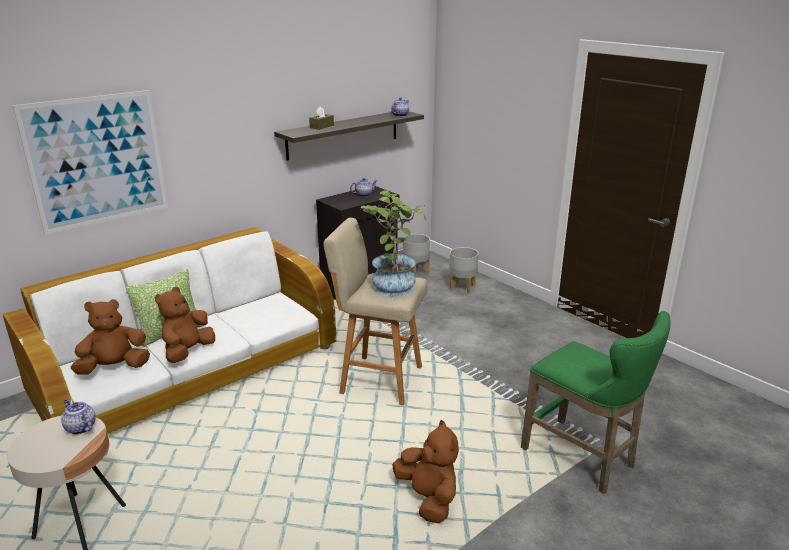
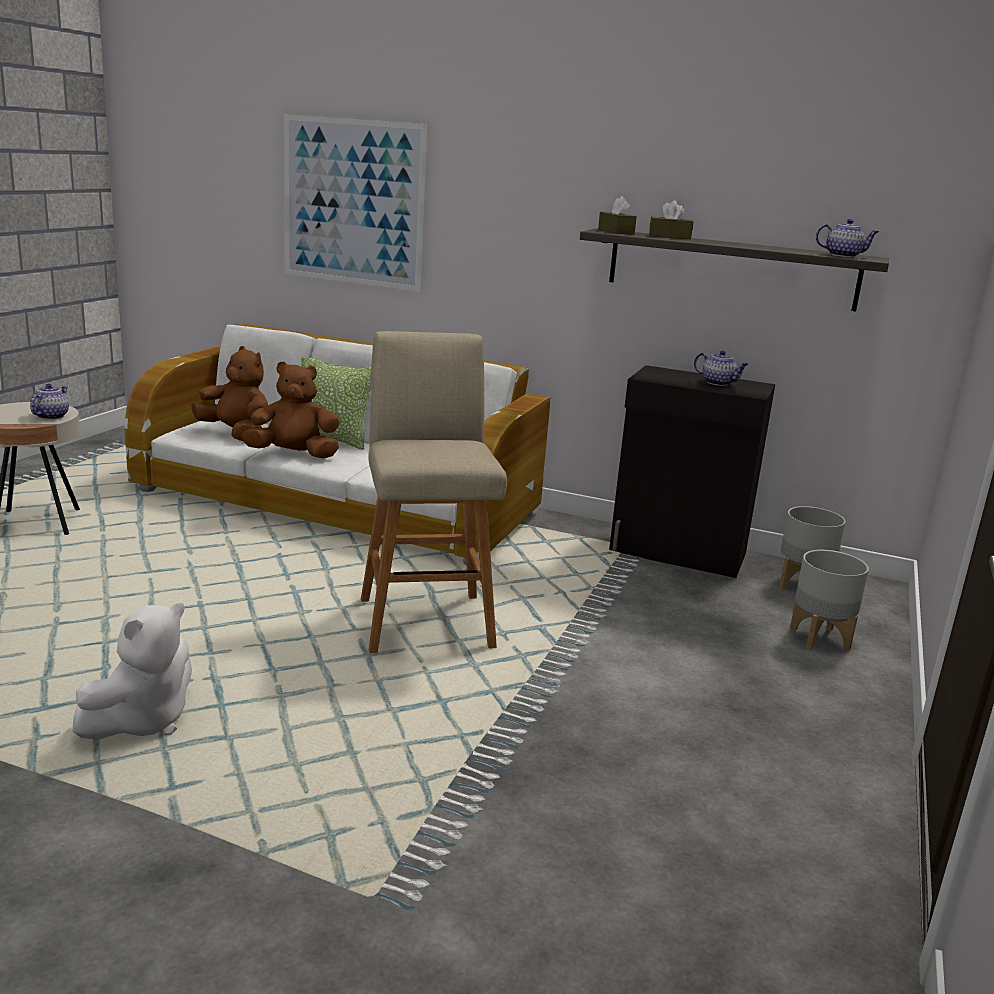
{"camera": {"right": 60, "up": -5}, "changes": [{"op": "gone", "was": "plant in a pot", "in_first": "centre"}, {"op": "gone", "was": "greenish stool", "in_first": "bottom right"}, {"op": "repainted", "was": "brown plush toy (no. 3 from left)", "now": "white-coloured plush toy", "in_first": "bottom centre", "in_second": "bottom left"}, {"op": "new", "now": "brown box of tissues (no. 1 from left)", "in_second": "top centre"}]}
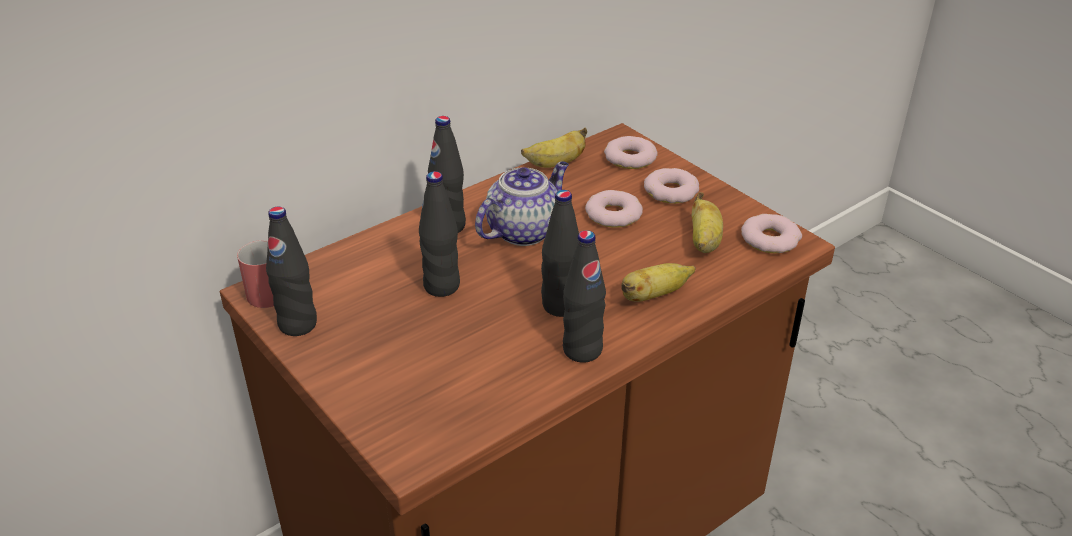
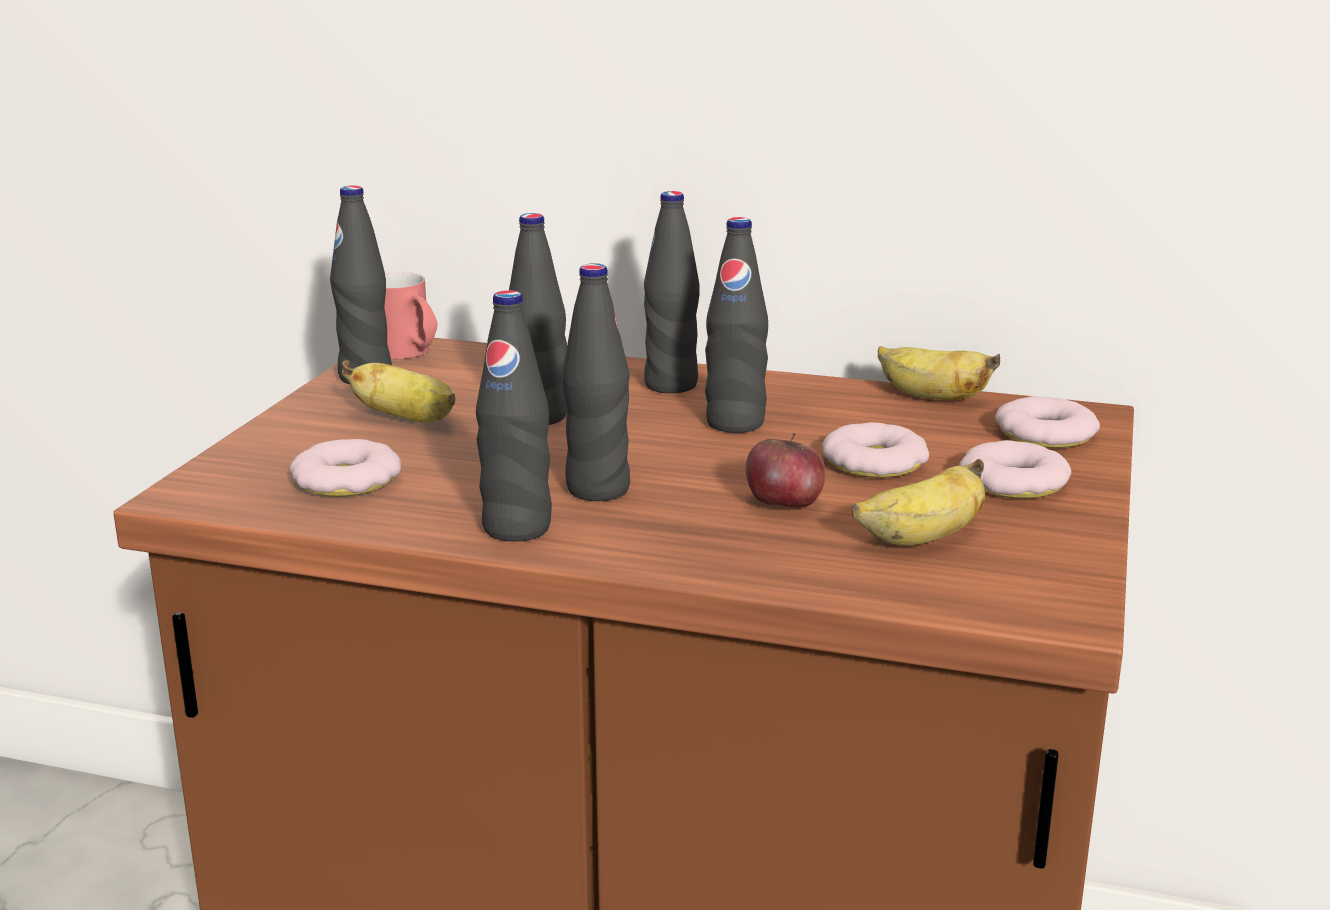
{"camera": {"right": 55, "up": -15}, "changes": [{"op": "swapped", "was": "teapot", "now": "black-coloured drink bottle (no. 6 from left)", "in_first": "centre", "in_second": "centre"}, {"op": "shifted", "was": "donut (no. 4 from left in the first image)", "now": "donut (no. 1 from left)", "in_first": "middle right", "in_second": "middle left"}, {"op": "shifted", "was": "banana (no. 2 from left in the first image)", "now": "banana (no. 1 from left)", "in_first": "centre", "in_second": "middle left"}, {"op": "new", "now": "apple fruit", "in_second": "centre"}]}
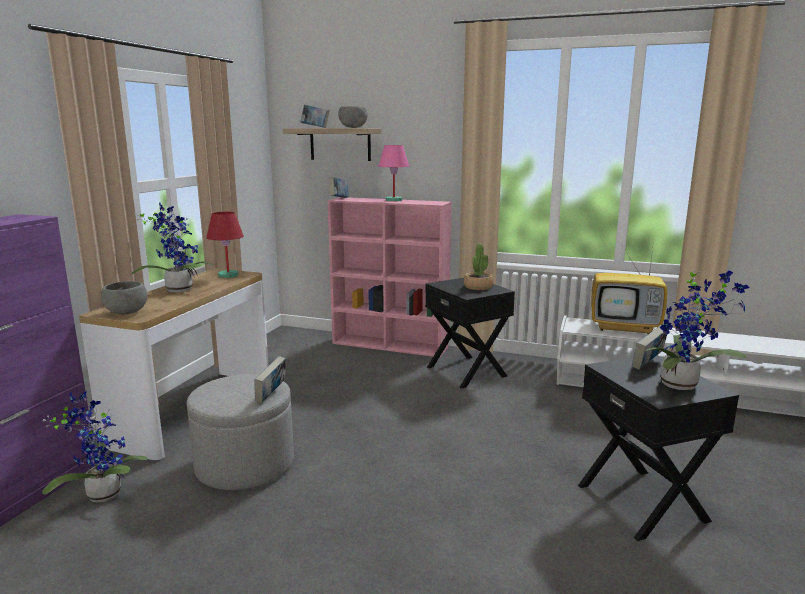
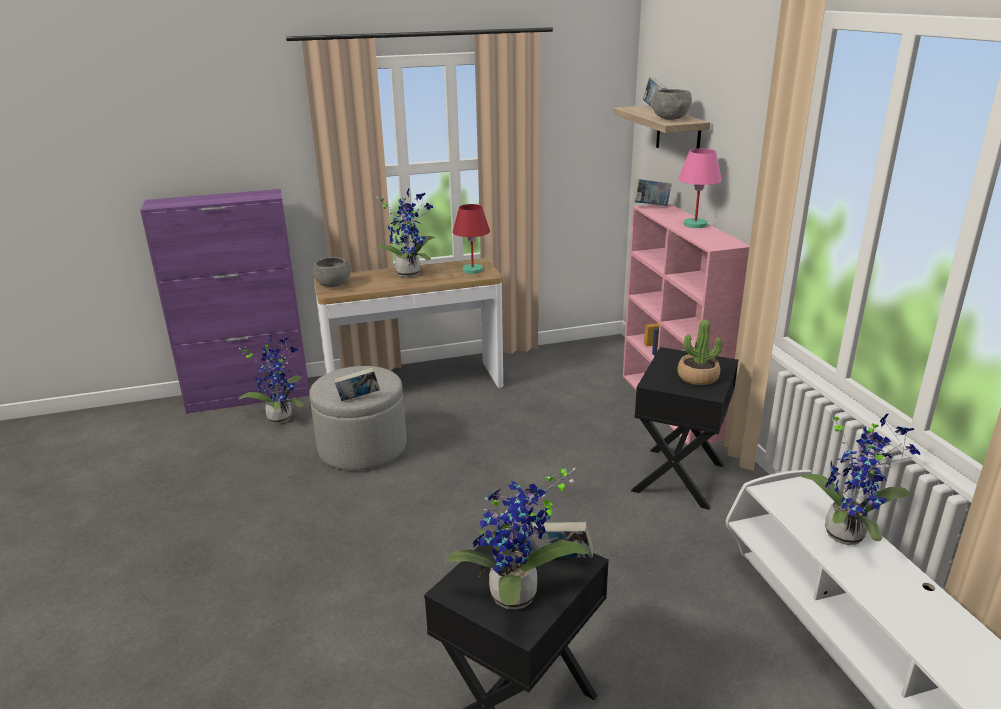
{"camera": {"right": 55, "up": 10}, "changes": [{"op": "swapped", "was": "television", "now": "plant in a pot (no. 5 from left)", "in_first": "middle right", "in_second": "bottom right"}]}
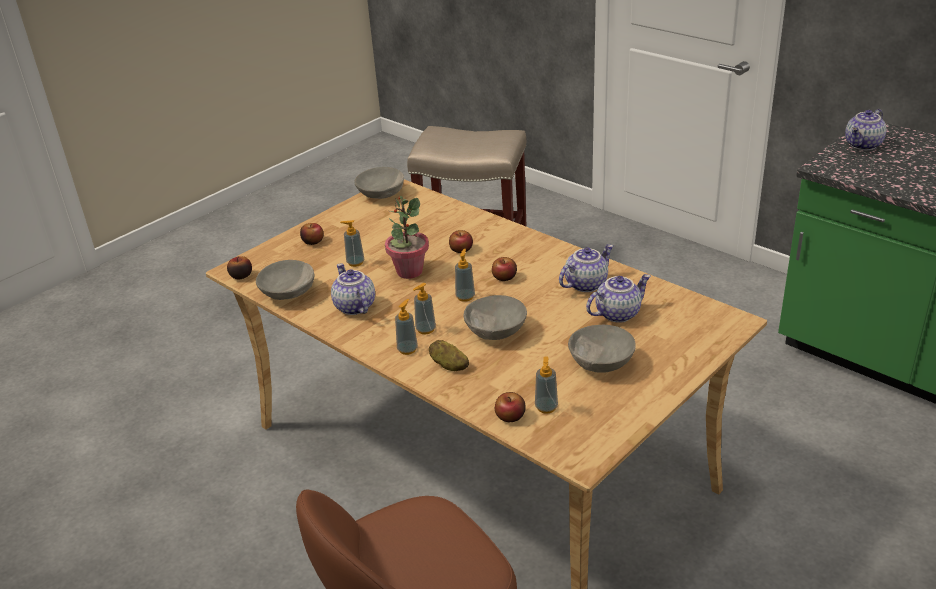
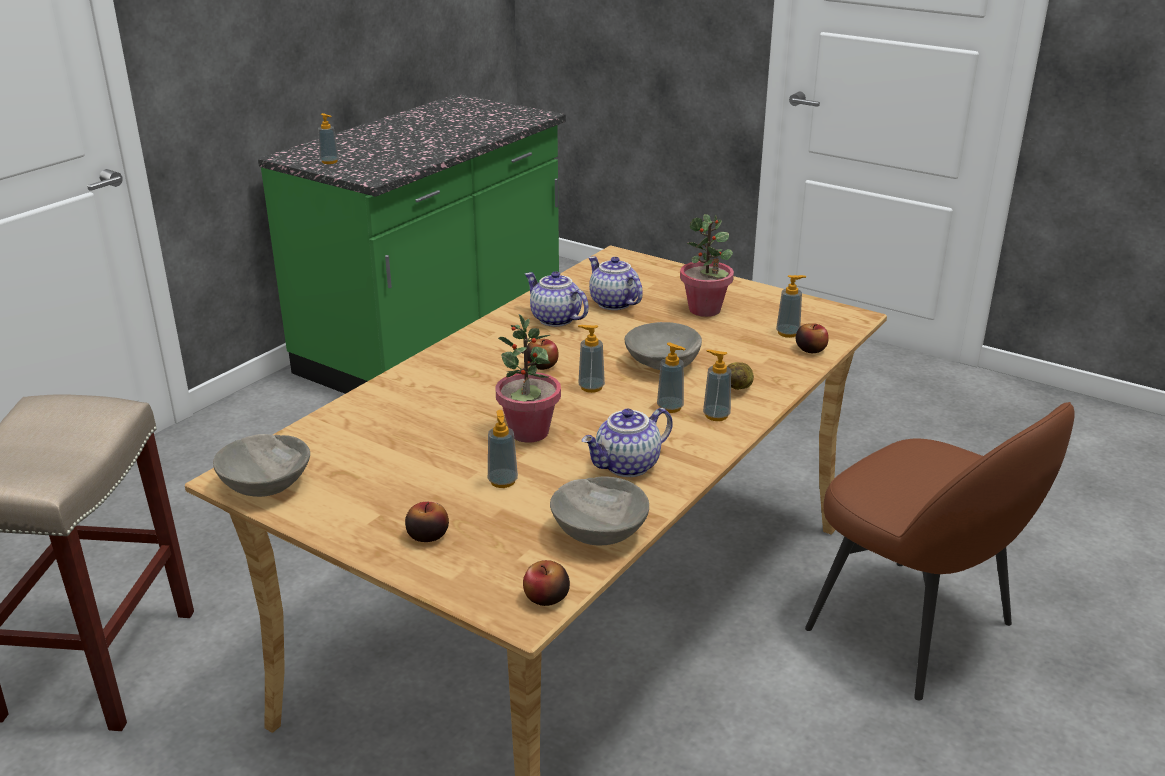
{"camera": {"right": -100, "up": -5}, "changes": [{"op": "swapped", "was": "teapot (no. 4 from left)", "now": "liquid soap bottle (no. 1 from left)", "in_first": "top right", "in_second": "top left"}, {"op": "gone", "was": "apple fruit (no. 3 from left)", "in_first": "centre"}, {"op": "swapped", "was": "grey deep dish (no. 4 from left)", "now": "plant in a pot (no. 2 from left)", "in_first": "centre", "in_second": "centre"}]}
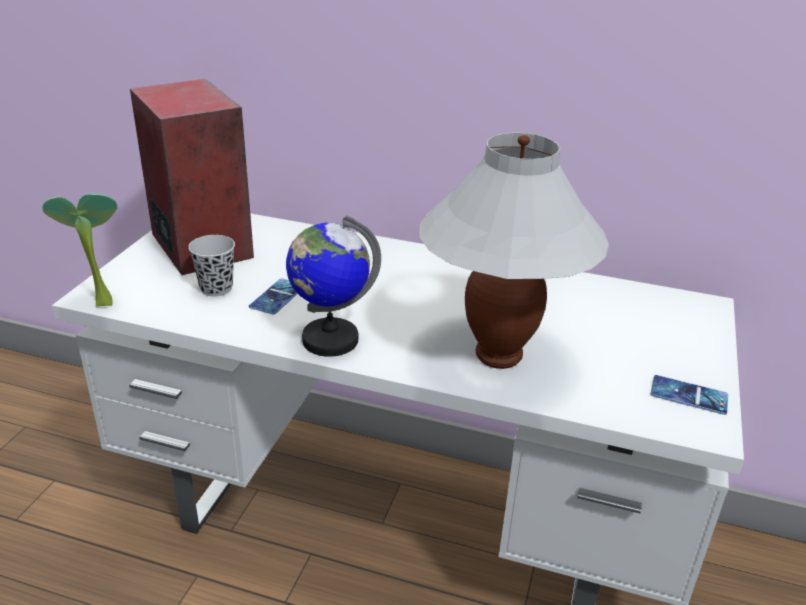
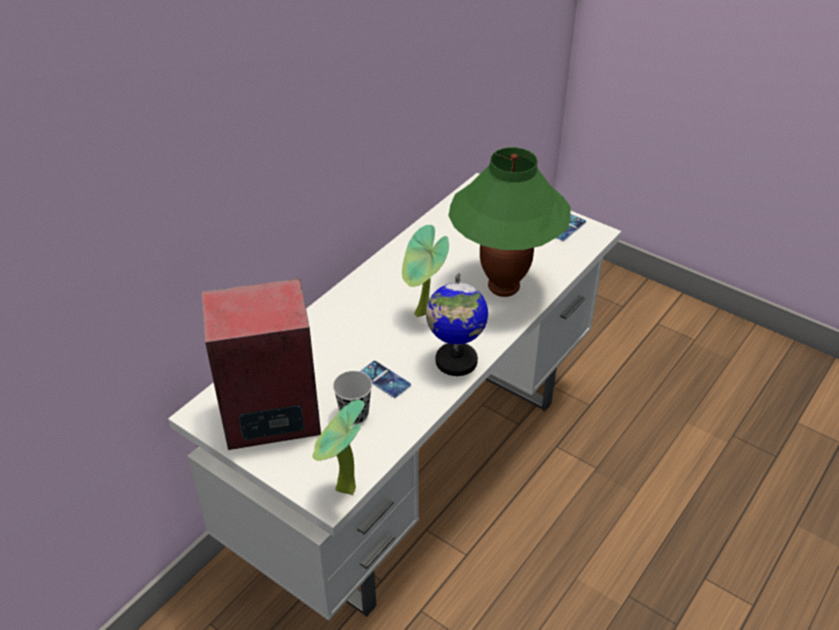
{"camera": {"right": -70, "up": 10}, "changes": [{"op": "repainted", "was": "white-coloured lamp for a table", "now": "greenish lamp for a table", "in_first": "centre", "in_second": "centre"}, {"op": "new", "now": "plant in a pot (no. 2 from left)", "in_second": "centre"}]}
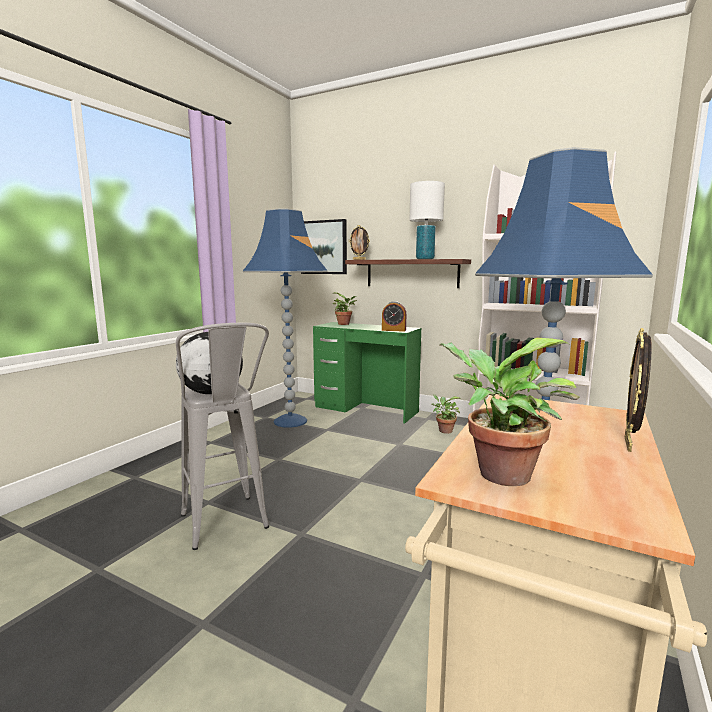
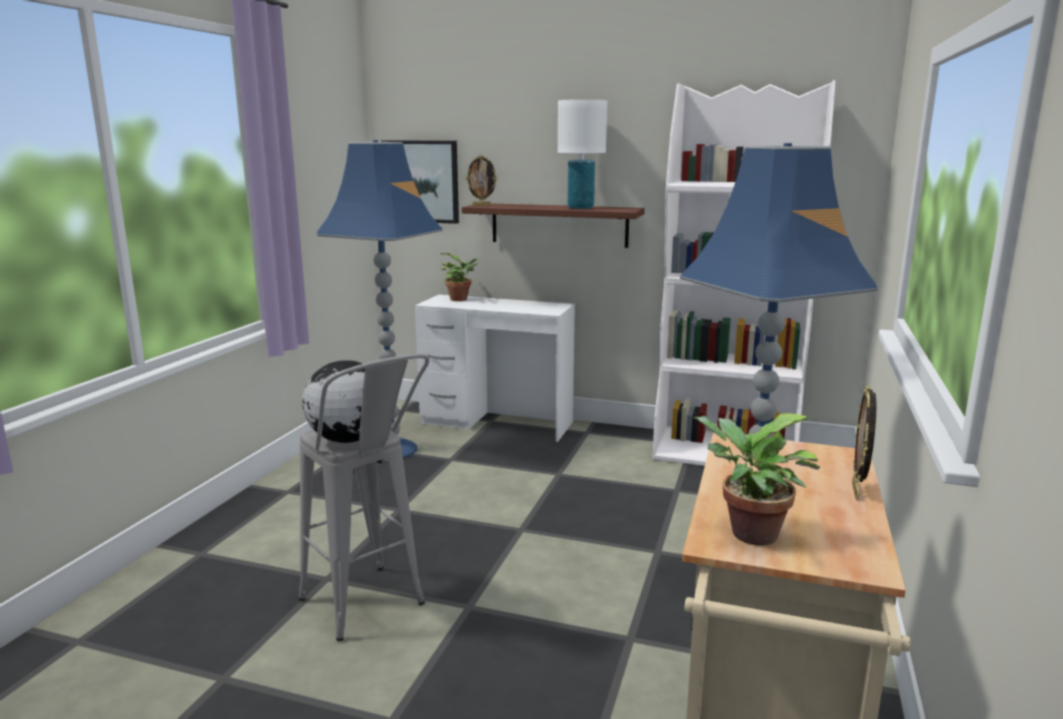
{"camera": {"right": -10, "up": 5}, "changes": [{"op": "gone", "was": "alarm clock", "in_first": "centre"}, {"op": "repainted", "was": "greenish desk", "now": "white-coloured desk", "in_first": "centre", "in_second": "centre"}, {"op": "gone", "was": "plant in a pot (no. 2 from left)", "in_first": "centre"}]}
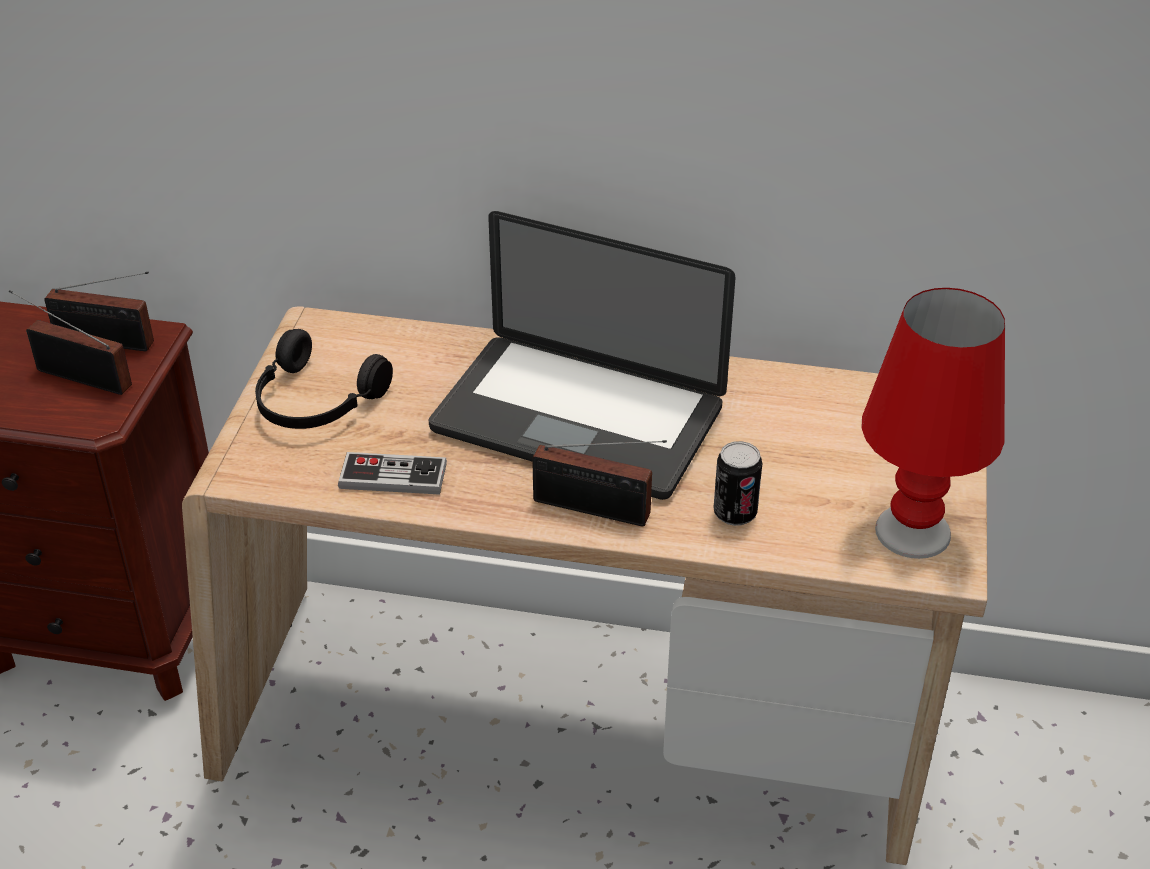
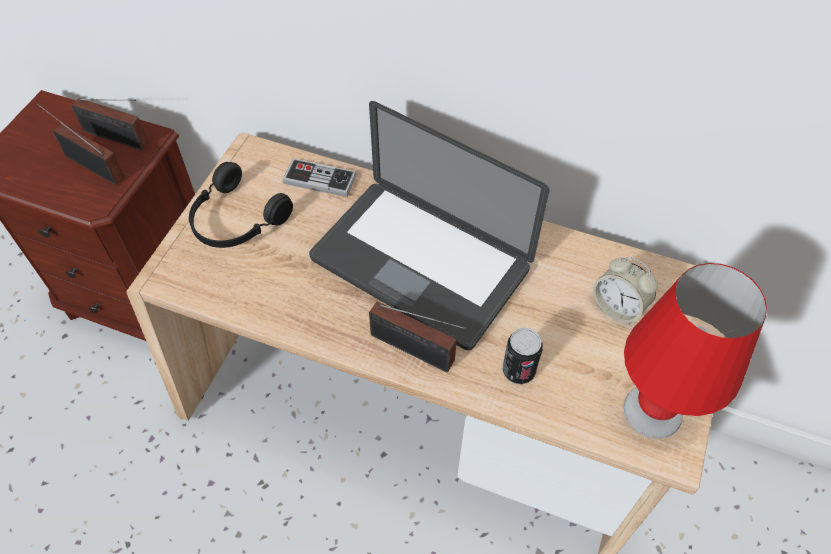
{"camera": {"right": 10, "up": 15}, "changes": [{"op": "shifted", "was": "gamepad", "in_first": "centre", "in_second": "top centre"}, {"op": "new", "now": "alarm clock", "in_second": "middle right"}]}
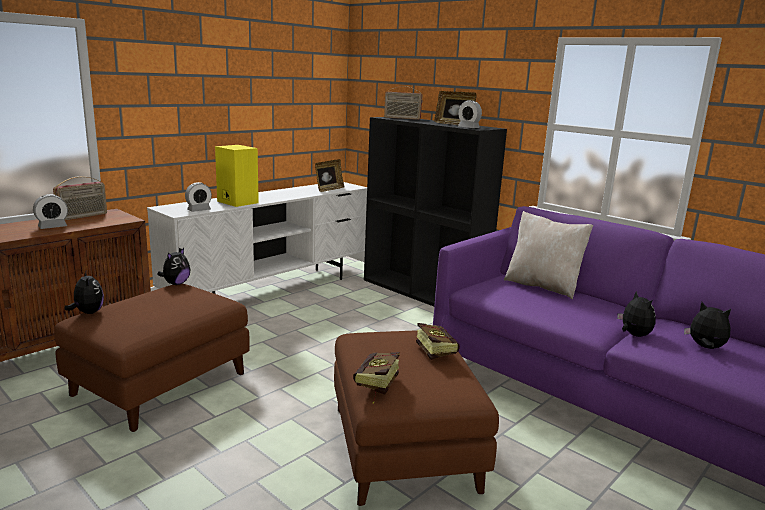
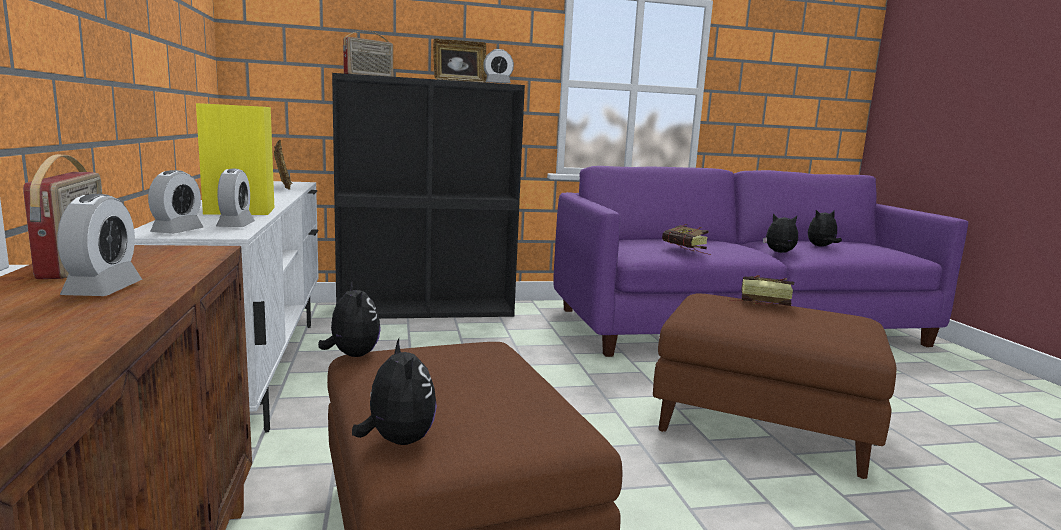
{"camera": {"right": -55, "up": -5}, "changes": [{"op": "gone", "was": "sand-coloured throw pillow", "in_first": "middle right"}, {"op": "rotated", "was": "plush toy (no. 1 from left in the first image)", "in_first": "middle left", "in_second": "bottom centre", "clockwise": 60}, {"op": "shifted", "was": "bound book (no. 1 from left)", "in_first": "bottom centre", "in_second": "centre"}, {"op": "new", "now": "alarm clock (no. 2 from left)", "in_second": "middle left"}]}
